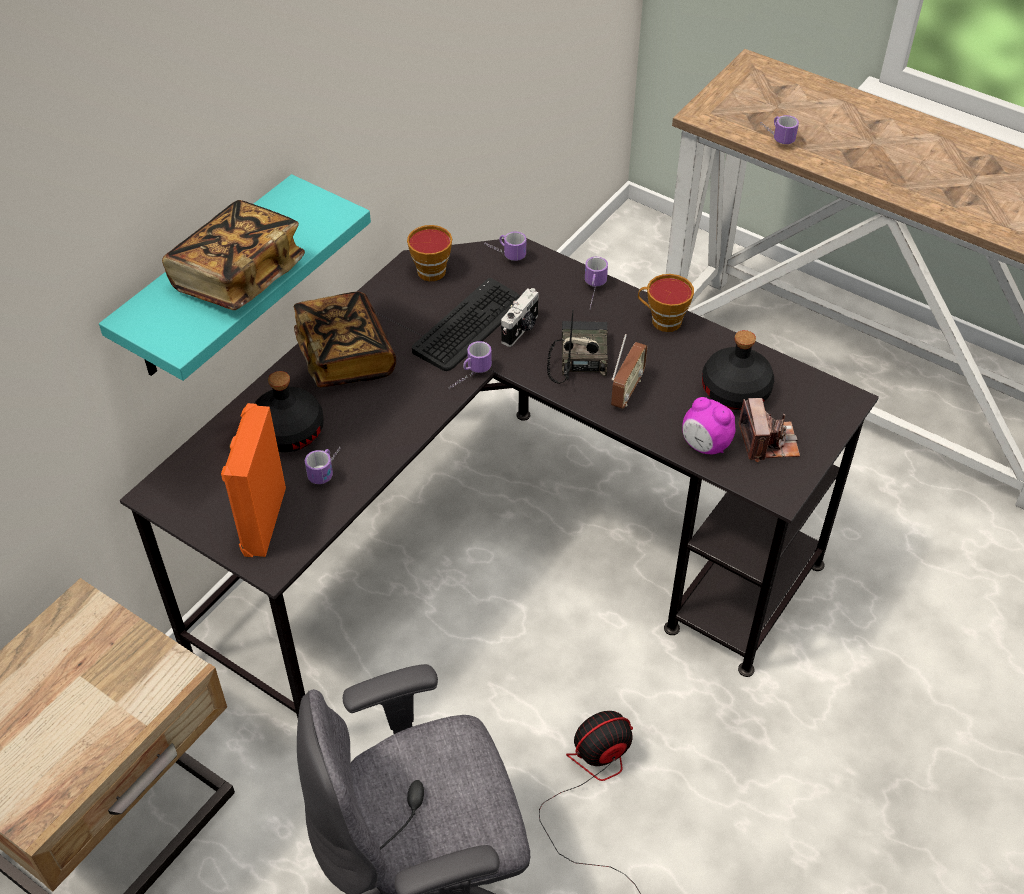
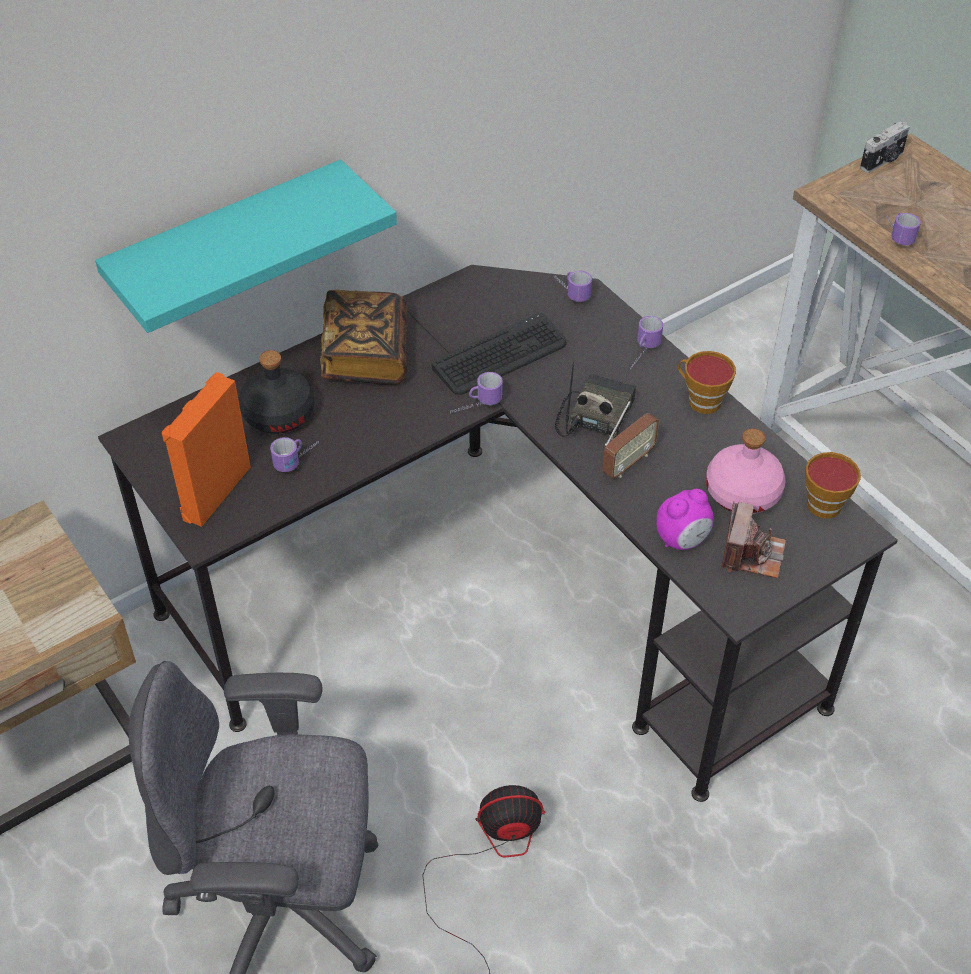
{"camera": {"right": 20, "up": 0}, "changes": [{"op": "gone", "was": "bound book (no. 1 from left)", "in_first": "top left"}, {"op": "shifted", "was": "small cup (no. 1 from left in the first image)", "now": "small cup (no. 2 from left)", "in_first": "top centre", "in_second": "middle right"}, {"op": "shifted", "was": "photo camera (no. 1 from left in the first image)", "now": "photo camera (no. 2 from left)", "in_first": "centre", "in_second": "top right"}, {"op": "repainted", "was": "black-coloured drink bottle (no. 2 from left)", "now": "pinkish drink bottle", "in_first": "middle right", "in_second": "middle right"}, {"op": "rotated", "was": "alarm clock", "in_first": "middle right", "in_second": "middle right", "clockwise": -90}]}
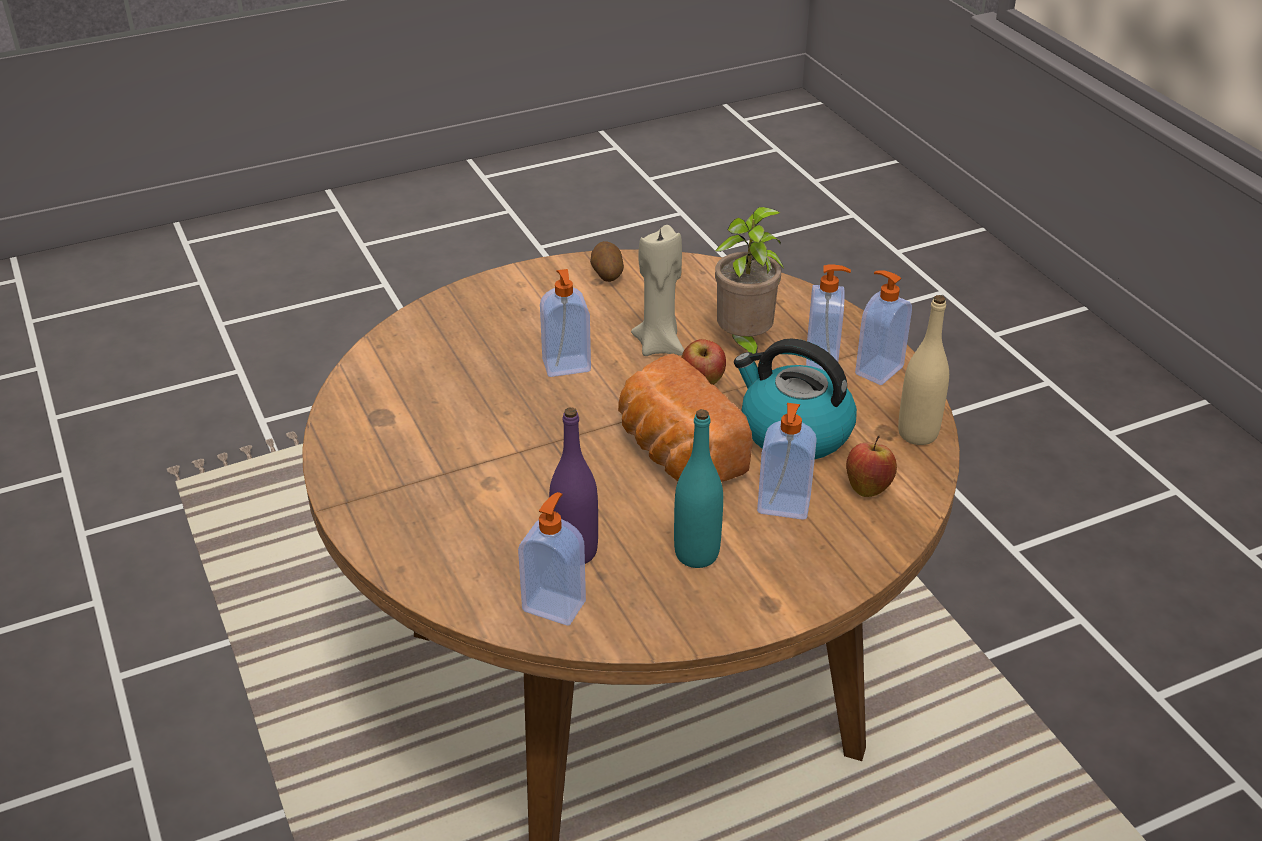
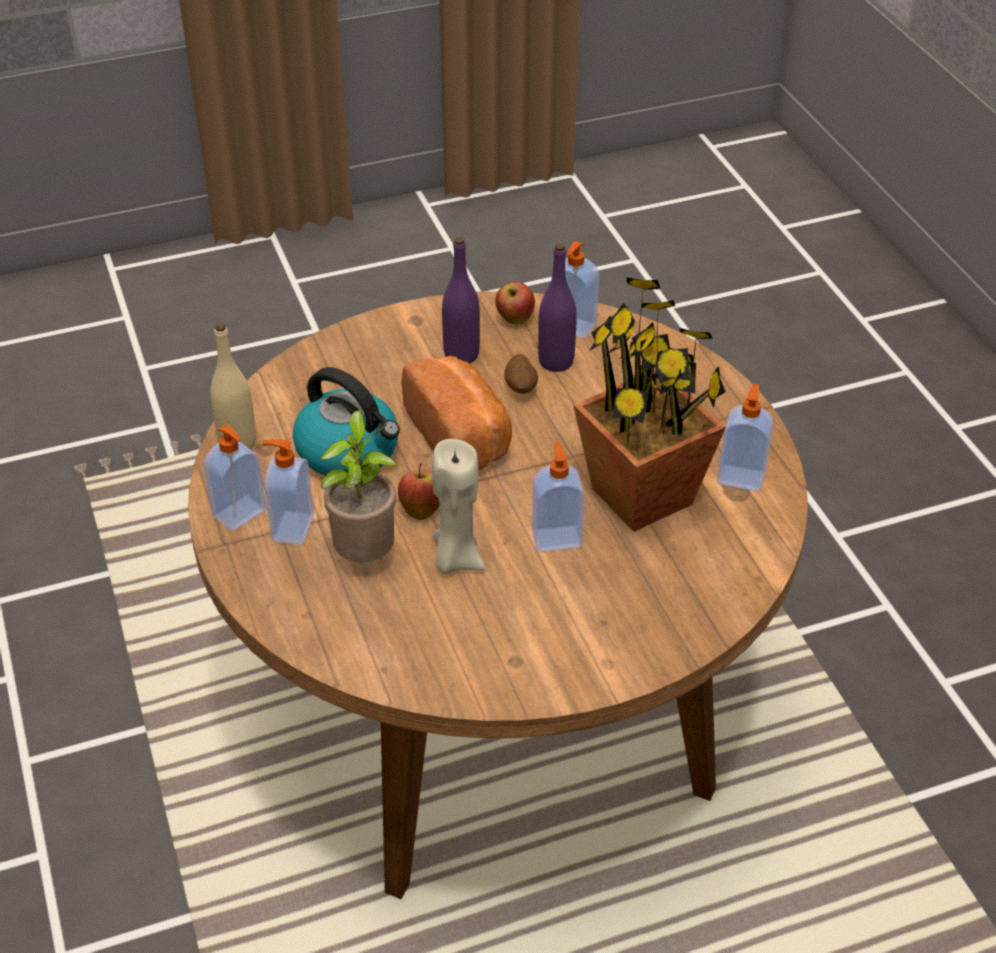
{"camera": {"right": -175, "up": 5}, "changes": [{"op": "shifted", "was": "spud", "in_first": "top centre", "in_second": "centre"}, {"op": "shifted", "was": "liquid soap bottle (no. 3 from left in the first image)", "now": "liquid soap bottle (no. 5 from left)", "in_first": "centre", "in_second": "middle right"}, {"op": "repainted", "was": "turquoise-coloured drink bottle", "now": "purplish drink bottle (no. 1 from left)", "in_first": "centre", "in_second": "top centre"}, {"op": "shifted", "was": "apple fruit (no. 2 from left)", "in_first": "middle right", "in_second": "top centre"}, {"op": "new", "now": "plant in a pot (no. 2 from left)", "in_second": "centre"}]}
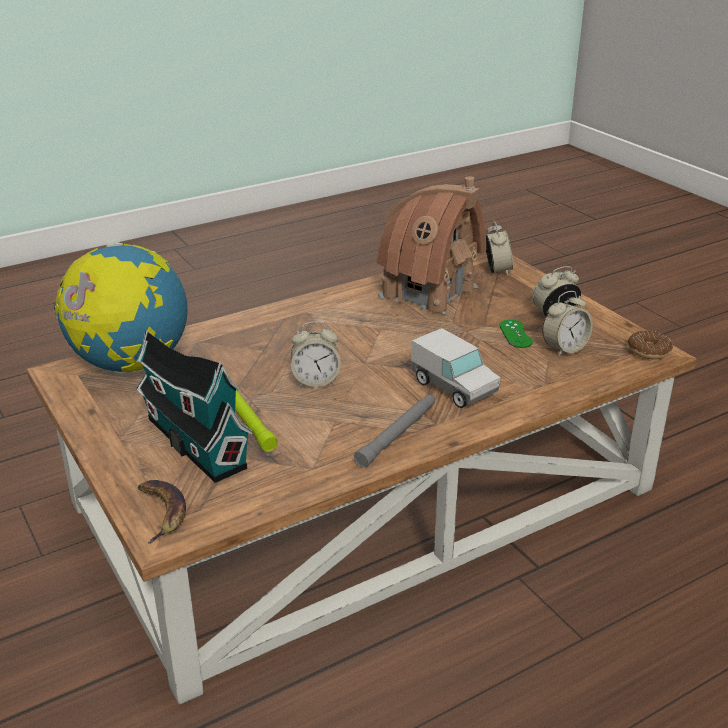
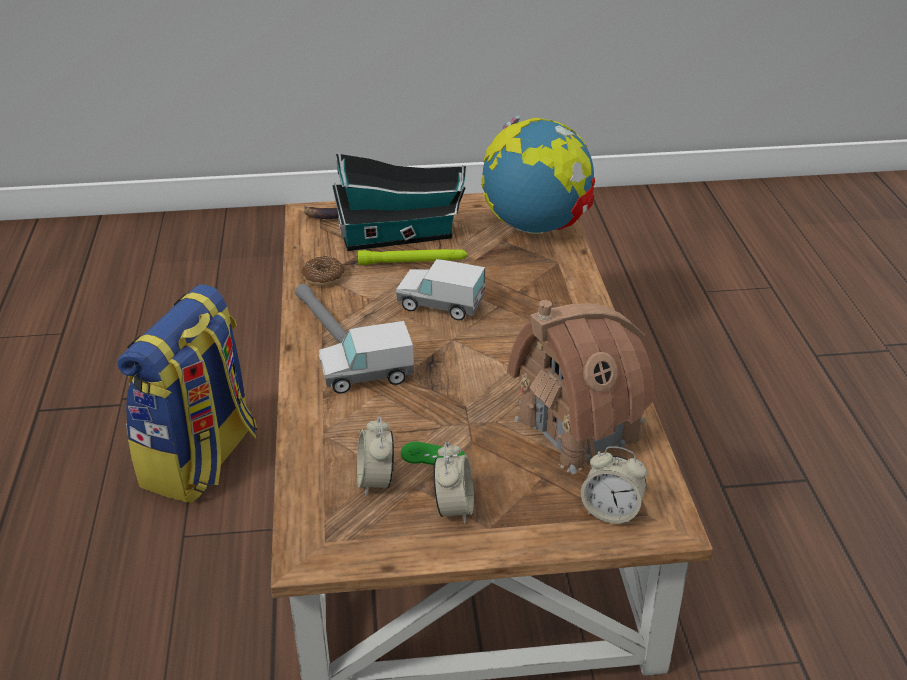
{"camera": {"right": 115, "up": 5}, "changes": [{"op": "swapped", "was": "alarm clock (no. 1 from left)", "now": "toy truck (no. 2 from left)", "in_first": "centre", "in_second": "centre"}, {"op": "shifted", "was": "donut", "in_first": "middle right", "in_second": "centre"}, {"op": "new", "now": "rucksack", "in_second": "middle left"}]}
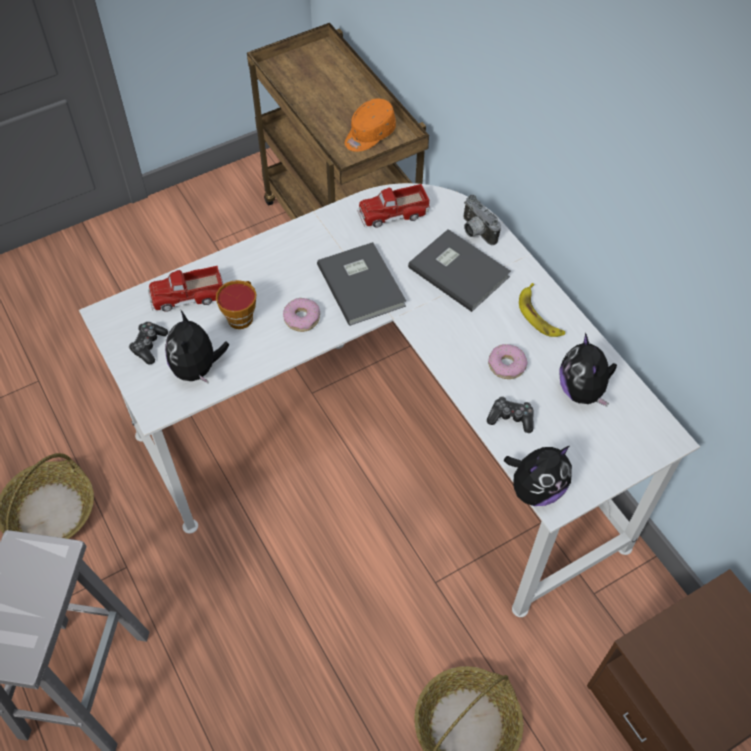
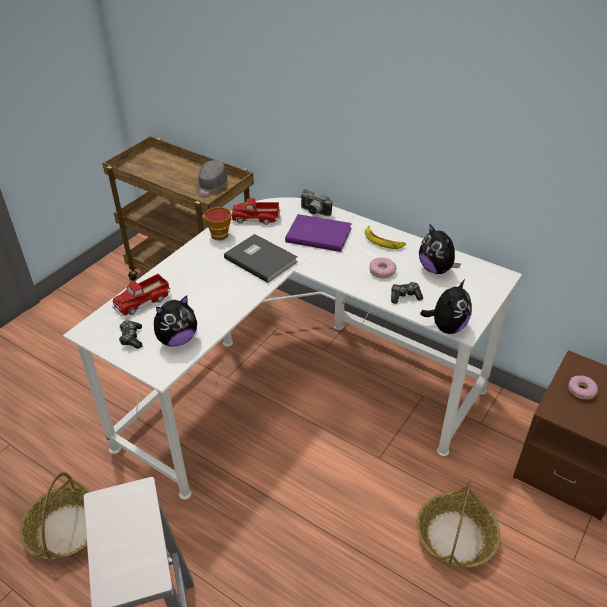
{"camera": {"right": -25, "up": -15}, "changes": [{"op": "repainted", "was": "orange baseball cap", "now": "grey baseball cap", "in_first": "top centre", "in_second": "top centre"}, {"op": "rotated", "was": "toy truck (no. 2 from left)", "in_first": "top centre", "in_second": "centre", "clockwise": 45}, {"op": "repainted", "was": "grey bound book (no. 2 from left)", "now": "purplish bound book", "in_first": "centre", "in_second": "centre"}, {"op": "shifted", "was": "small cup", "in_first": "middle left", "in_second": "centre"}, {"op": "shifted", "was": "donut (no. 1 from left in the first image)", "now": "donut (no. 2 from left)", "in_first": "centre", "in_second": "middle right"}, {"op": "rotated", "was": "plush toy (no. 1 from left)", "in_first": "middle left", "in_second": "middle left", "clockwise": -90}]}
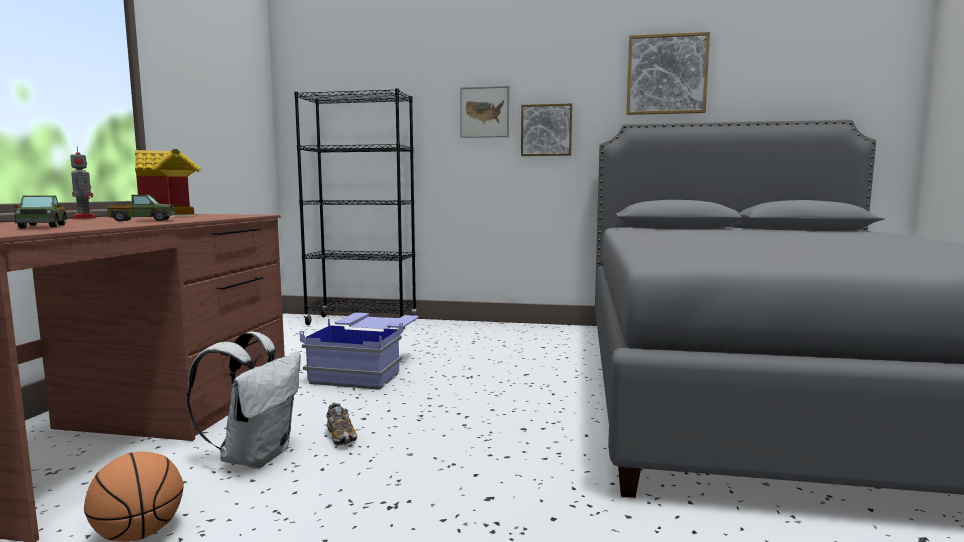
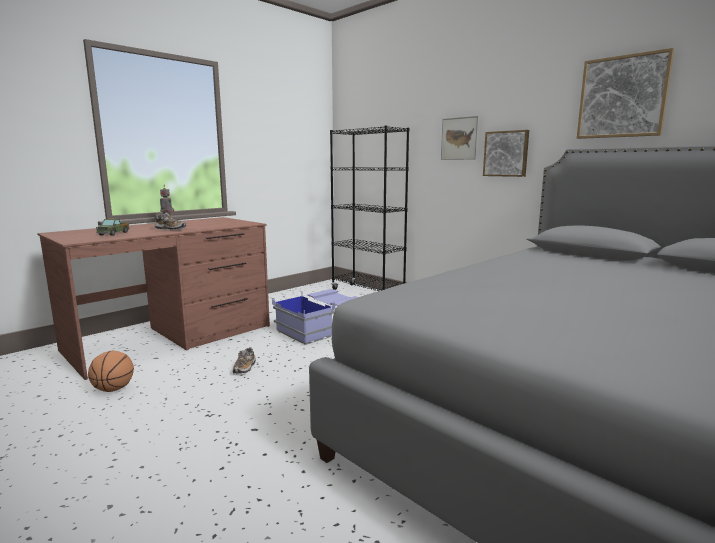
{"camera": {"right": 35, "up": 5}, "changes": [{"op": "gone", "was": "model house", "in_first": "middle left"}, {"op": "swapped", "was": "toy truck (no. 2 from left)", "now": "shoe (no. 1 from left)", "in_first": "middle left", "in_second": "middle left"}, {"op": "gone", "was": "white-coloured rucksack", "in_first": "bottom left"}]}
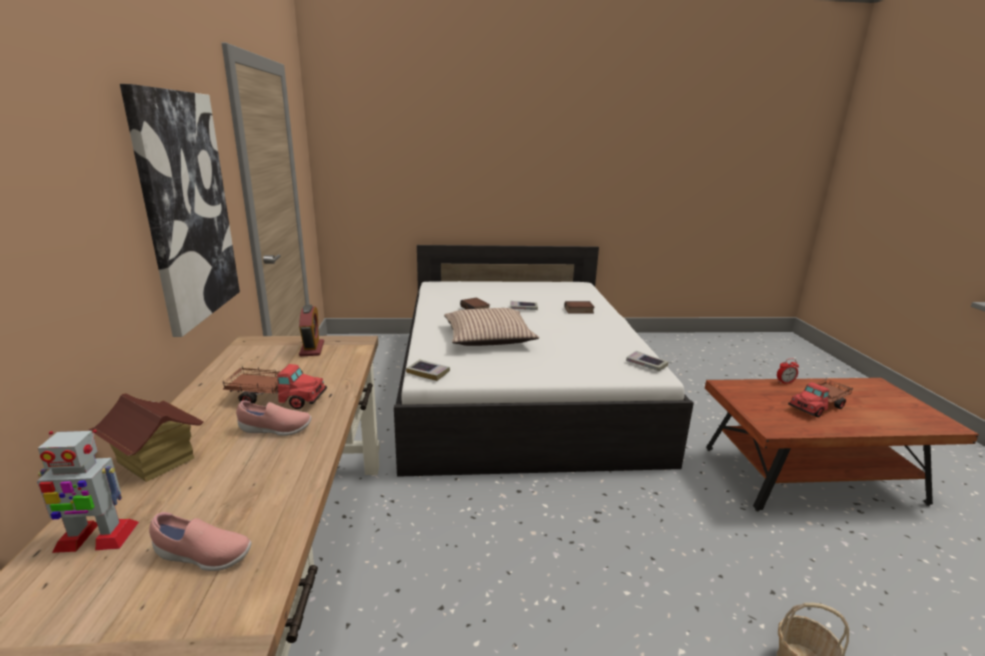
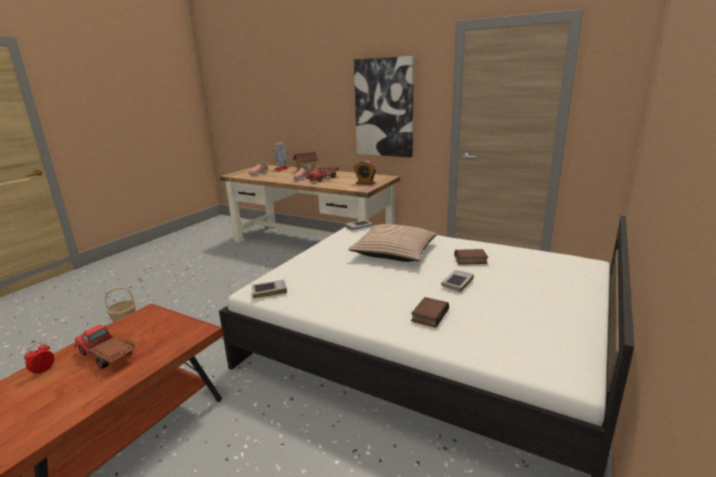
{"camera": {"right": 125, "up": 0}, "changes": [{"op": "shifted", "was": "alarm clock (no. 2 from left in the first image)", "now": "alarm clock (no. 1 from left)", "in_first": "middle right", "in_second": "bottom left"}, {"op": "rotated", "was": "toy truck (no. 2 from left in the first image)", "in_first": "middle right", "in_second": "bottom left", "clockwise": -60}]}
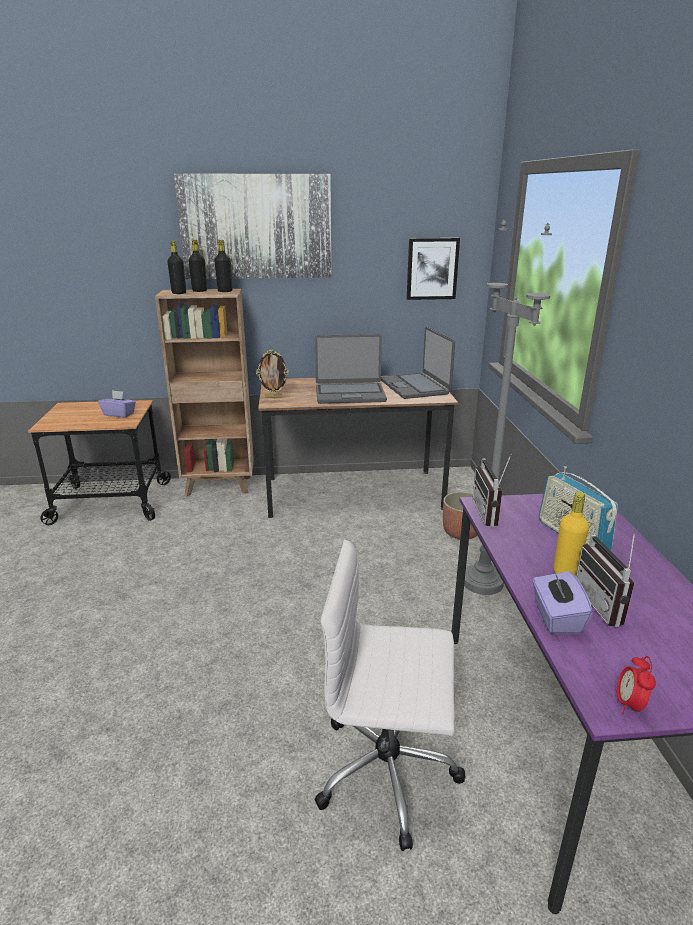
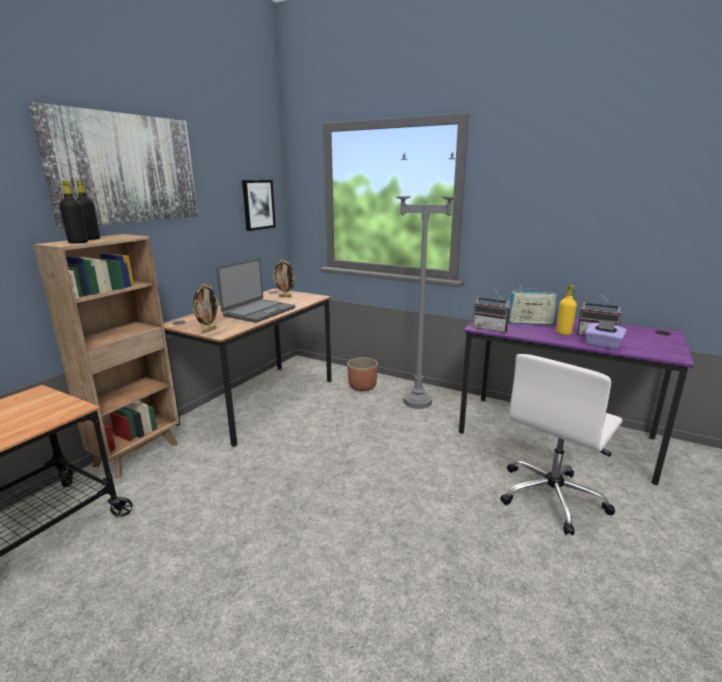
{"camera": {"right": -55, "up": -5}, "changes": [{"op": "gone", "was": "black-coloured drink bottle (no. 3 from left)", "in_first": "top left"}, {"op": "swapped", "was": "portable computer (no. 2 from left)", "now": "photo frame (no. 2 from left)", "in_first": "centre", "in_second": "centre"}, {"op": "gone", "was": "purplish box of tissues (no. 1 from left)", "in_first": "middle left"}, {"op": "gone", "was": "alarm clock", "in_first": "bottom right"}]}
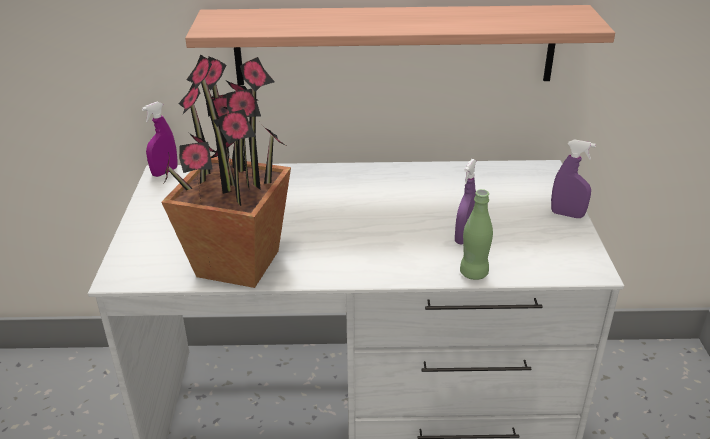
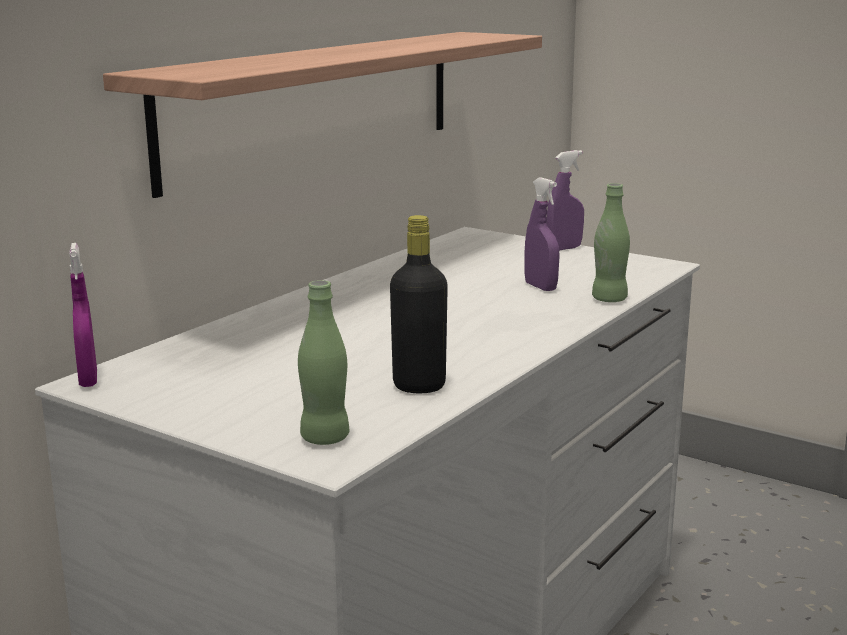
{"camera": {"right": -55, "up": -15}, "changes": [{"op": "swapped", "was": "plant in a pot", "now": "black-coloured drink bottle", "in_first": "middle left", "in_second": "centre"}, {"op": "new", "now": "greenish drink bottle (no. 1 from left)", "in_second": "centre"}]}
